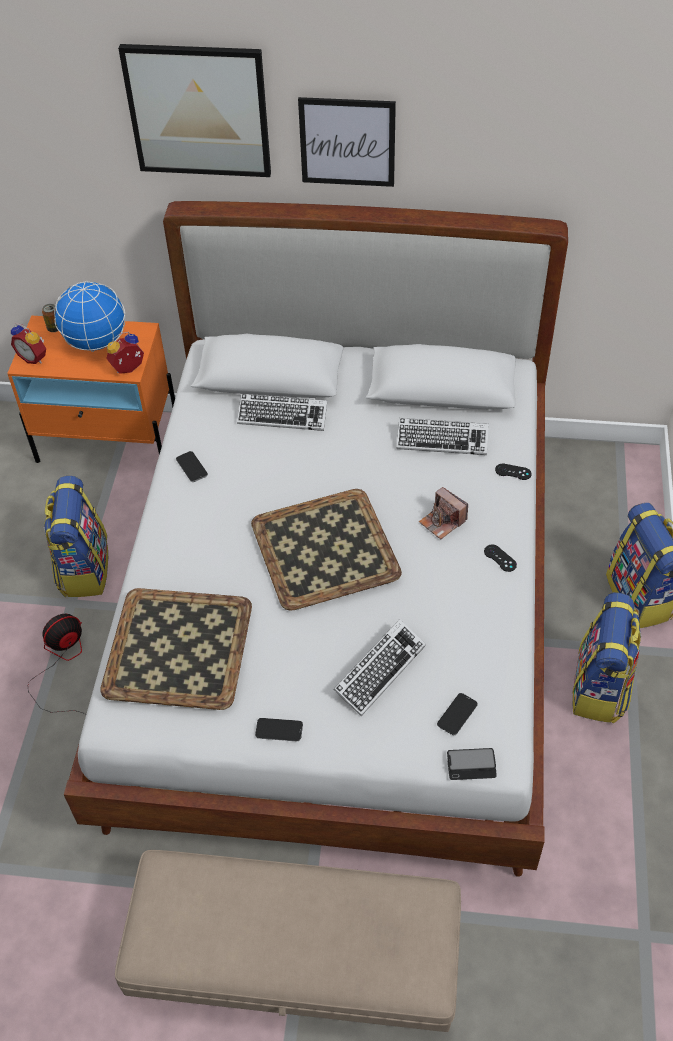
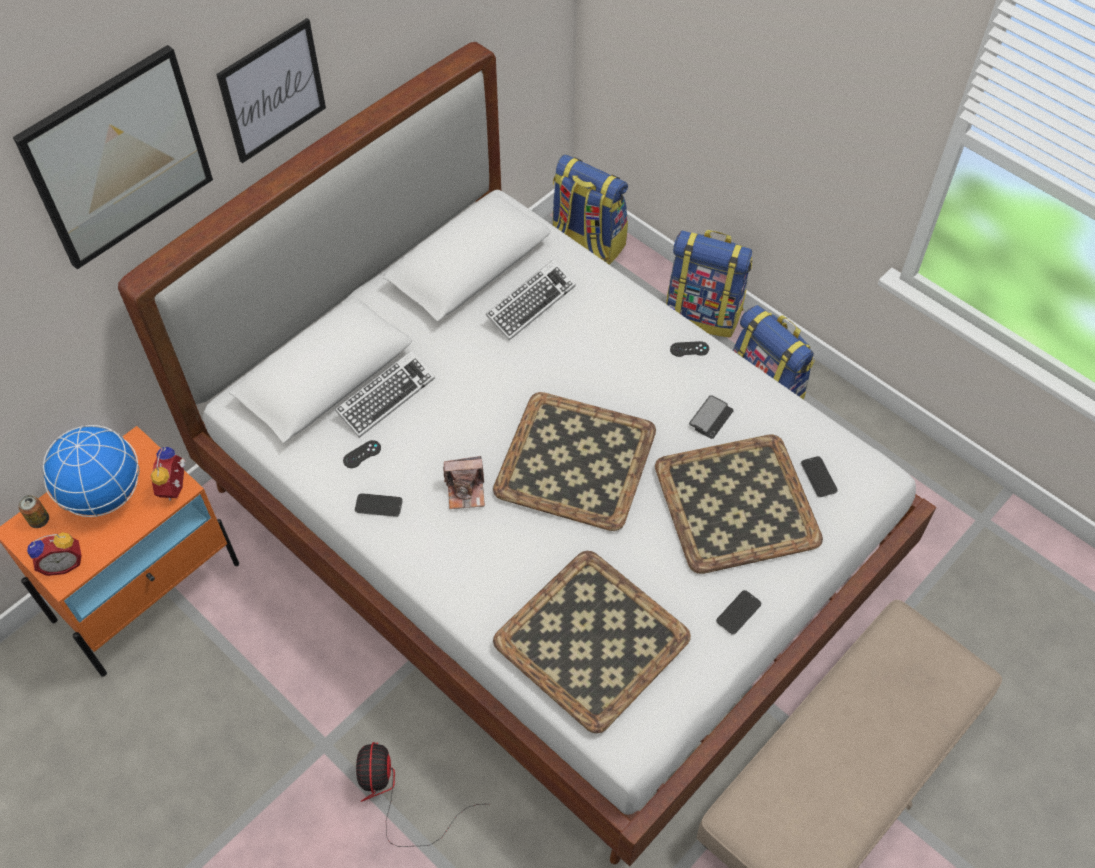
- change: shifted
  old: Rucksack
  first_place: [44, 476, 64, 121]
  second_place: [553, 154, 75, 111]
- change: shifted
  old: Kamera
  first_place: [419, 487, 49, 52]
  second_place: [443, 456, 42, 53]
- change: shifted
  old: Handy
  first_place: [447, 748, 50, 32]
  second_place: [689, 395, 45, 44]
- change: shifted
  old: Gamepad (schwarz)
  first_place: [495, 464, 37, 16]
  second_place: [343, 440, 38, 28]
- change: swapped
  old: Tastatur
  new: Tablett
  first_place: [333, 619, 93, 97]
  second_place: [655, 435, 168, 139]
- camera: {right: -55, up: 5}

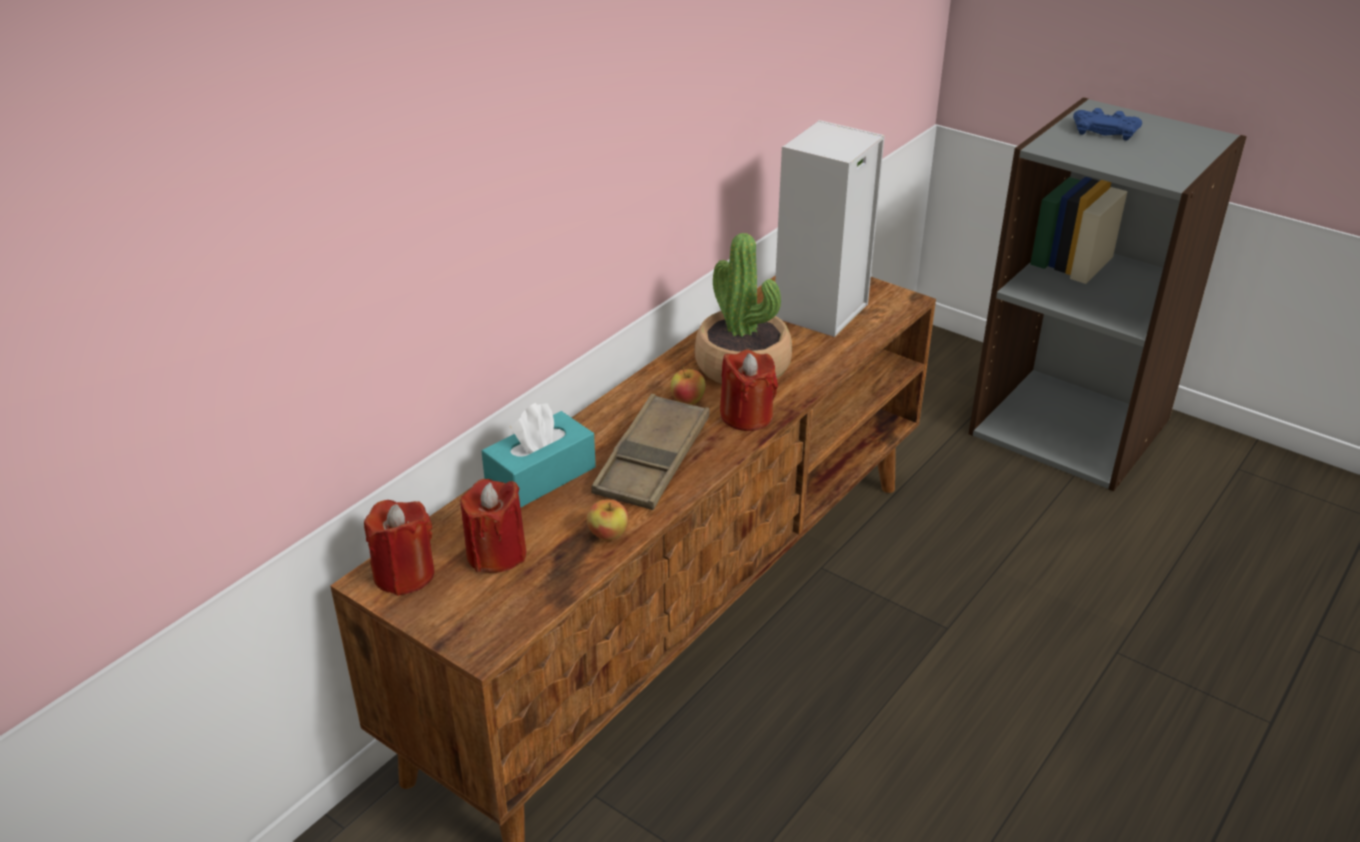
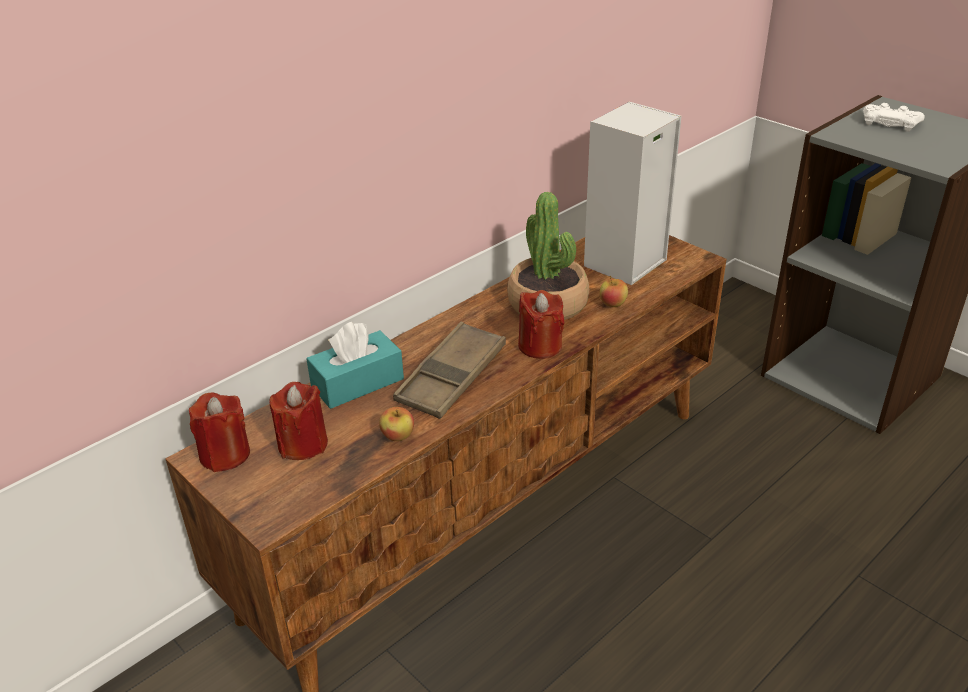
- change: shifted
  old: Apfel
  first_place: [671, 366, 35, 39]
  second_place: [600, 276, 28, 31]
- change: repainted
  old: Gamepad (blau)
  new: Gamepad (weiß)
  first_place: [1073, 108, 69, 33]
  second_place: [863, 103, 62, 29]
- camera: {right: 10, up: 0}

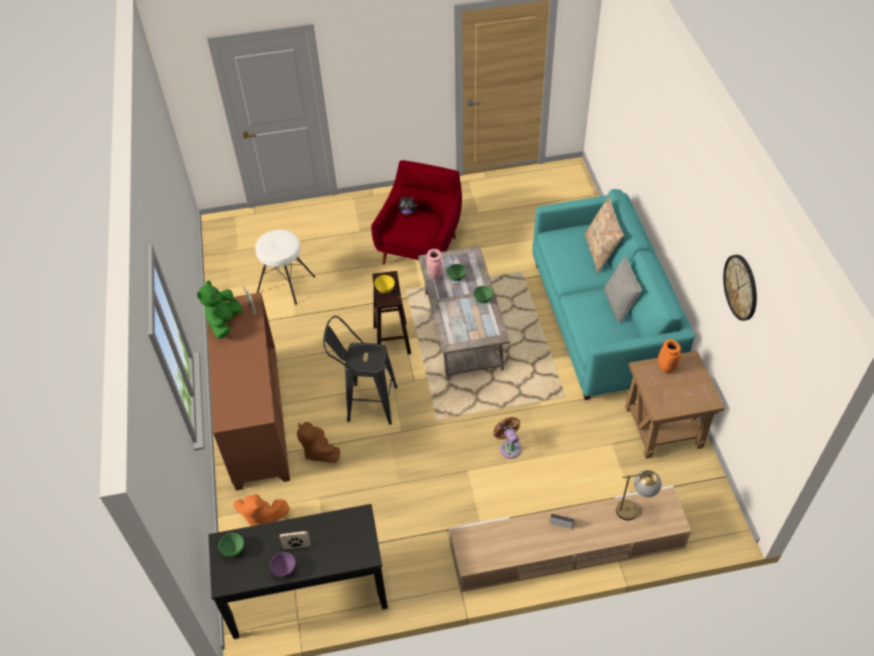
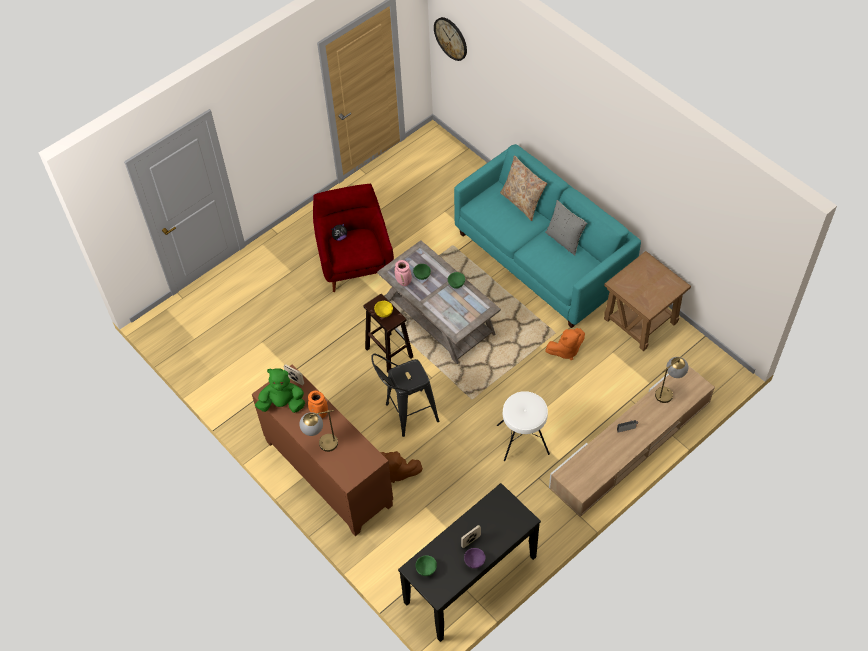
- change: gone
  old: Ventilator (braun)
  first_place: [493, 417, 28, 42]
- change: new
  new: Tischlampe
  second_place: [300, 410, 38, 42]
- change: shifted
  old: Plüschtier (orange)
  first_place: [233, 494, 57, 32]
  second_place: [545, 328, 40, 32]
- change: shifted
  old: Hocker (weiß)
  first_place: [255, 230, 60, 75]
  second_place: [497, 391, 53, 70]
- change: shifted
  old: Vase (orange)
  first_place: [658, 339, 23, 34]
  second_place: [308, 390, 20, 28]
- change: shifted
  old: Wanduhr
  first_place: [723, 255, 34, 66]
  second_place: [434, 17, 33, 44]
- change: rotated
  old: Plüschtier (grün)
  first_place: [197, 281, 45, 58]
  second_place: [255, 368, 50, 45]
  degrees: 105
- camera: {right: -30, up: 5}

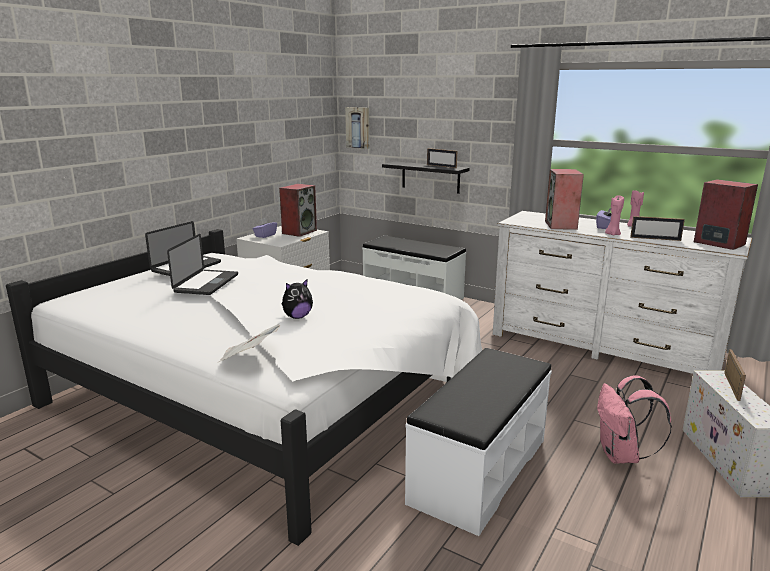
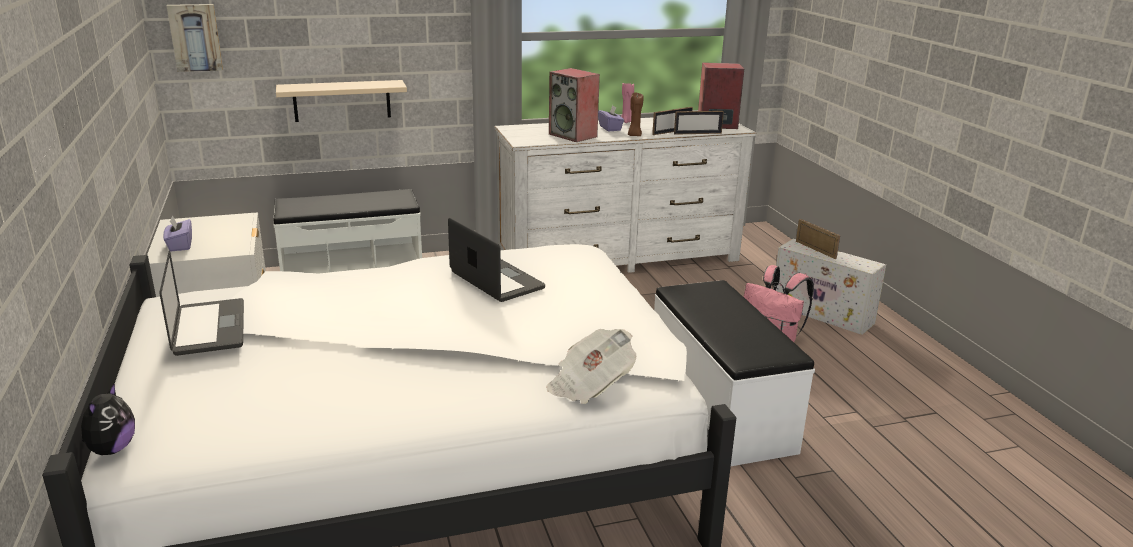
- change: gone
  old: Lautsprecher
  first_place: [279, 184, 38, 53]
- change: shifted
  old: Laptop
  first_place: [167, 234, 71, 61]
  second_place: [448, 218, 97, 84]
- change: shifted
  old: Plüschtier
  first_place: [282, 279, 31, 40]
  second_place: [81, 382, 54, 73]
- change: shifted
  old: Bilderrahmen
  first_place: [427, 148, 30, 20]
  second_place: [674, 111, 50, 24]
- change: repainted
  old: Wandregal (schwarz)
  new: Wandregal (beige)
  first_place: [382, 162, 88, 32]
  second_place: [276, 80, 131, 42]
- change: repainted
  old: Kerze (rosa)
  new: Kerze (braun)
  first_place: [605, 195, 19, 40]
  second_place: [628, 92, 16, 44]
- camera: {right: -50, up: 5}

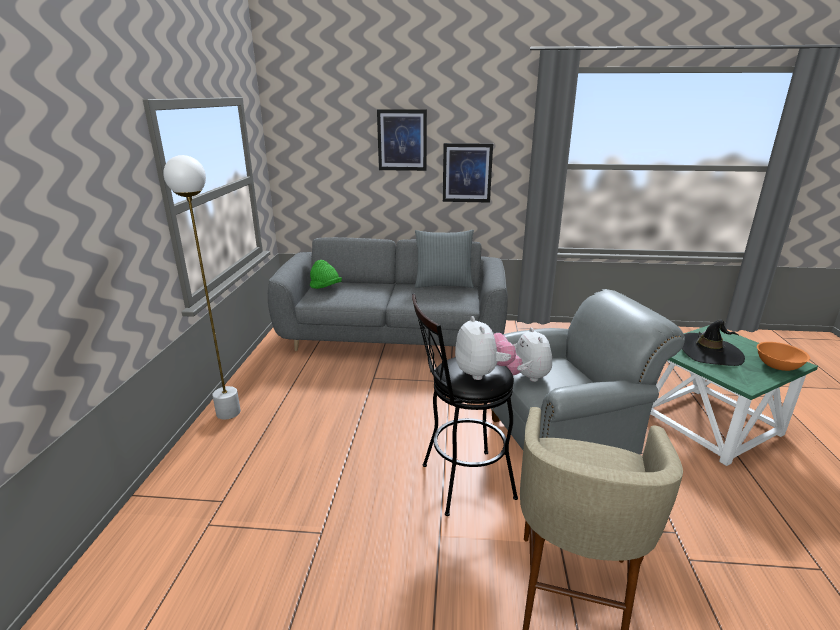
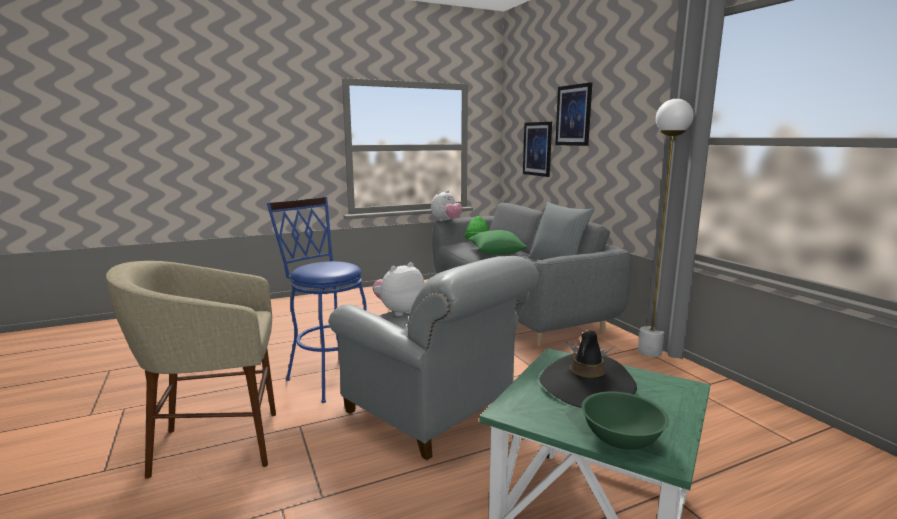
- change: new
  new: Kissen (grün)
  second_place: [469, 230, 58, 25]
- change: shifted
  old: Stehlampe (weiß)
  first_place: [163, 155, 78, 265]
  second_place: [638, 99, 56, 258]
- change: shifted
  old: Bild
  first_place: [443, 143, 50, 60]
  second_place: [523, 122, 29, 55]
- change: shifted
  old: Plüschtier
  first_place: [455, 316, 61, 64]
  second_place: [431, 190, 32, 31]
- change: repainted
  old: Hocker (schwarz)
  new: Hocker (blau)
  first_place: [412, 293, 106, 223]
  second_place: [267, 197, 100, 206]
- change: repainted
  old: Schüssel (orange)
  new: Schüssel (grün)
  first_place: [757, 342, 53, 29]
  second_place: [582, 392, 87, 58]
- camera: {right: 60, up: -10}

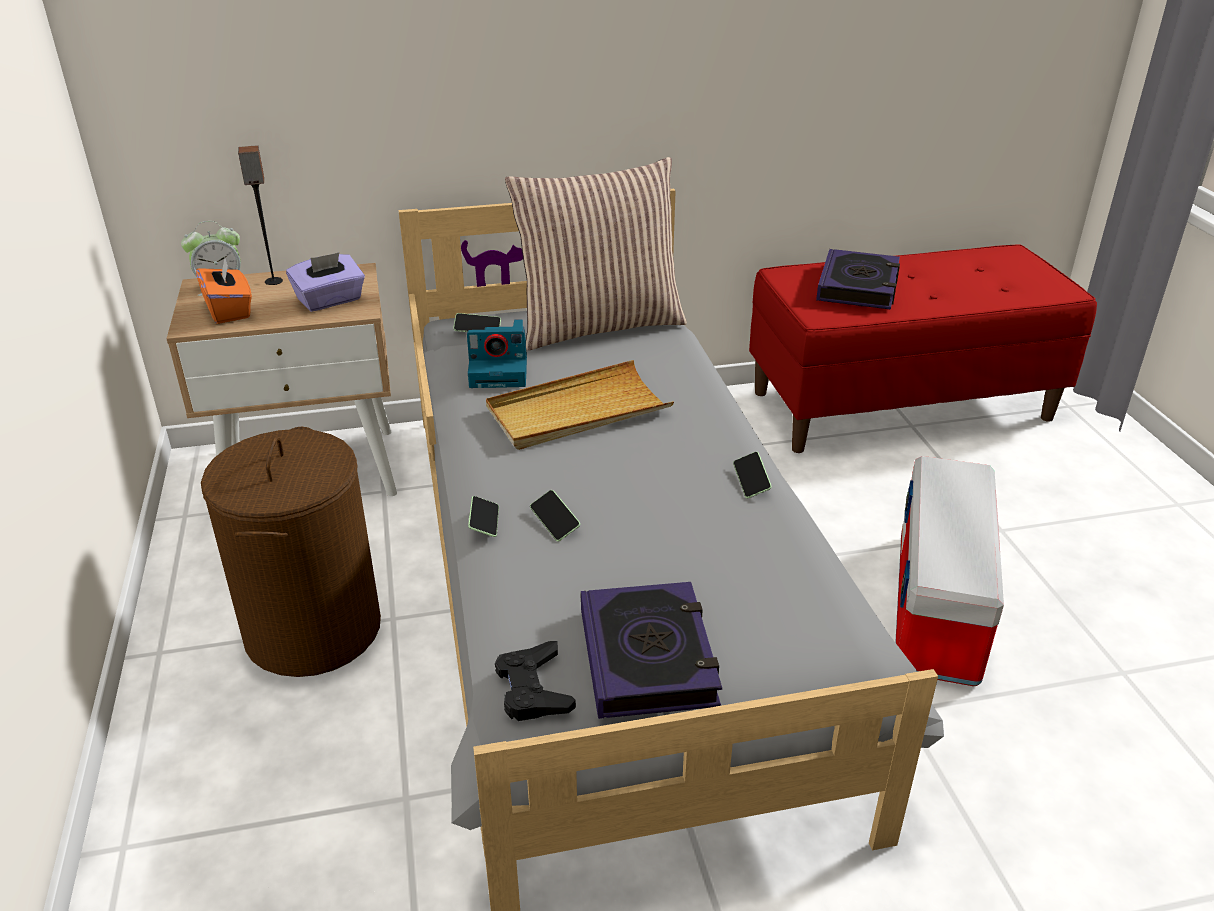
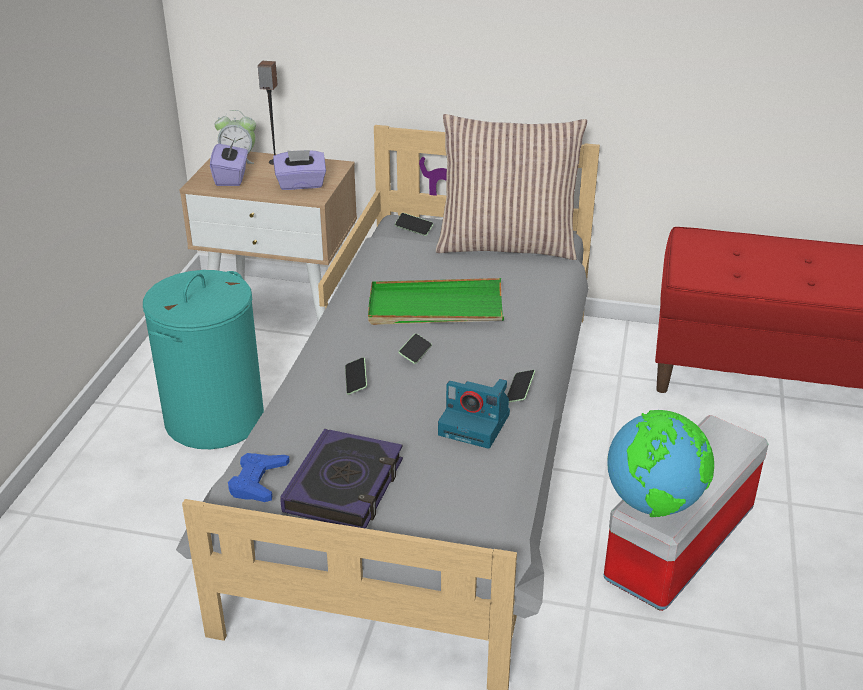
- change: gone
  old: Buch
  first_place: [816, 249, 84, 60]
- change: new
  new: Globus
  second_place: [607, 410, 107, 107]
- change: shifted
  old: Kamera
  first_place: [467, 319, 60, 69]
  second_place: [438, 379, 72, 70]
- change: shifted
  old: Handy
  first_place: [468, 496, 31, 41]
  second_place: [398, 333, 34, 31]
- change: repainted
  old: Taschentuchbox (orange)
  new: Taschentuchbox (lila)
  first_place: [196, 258, 56, 66]
  second_place: [210, 138, 38, 48]
- change: repainted
  old: Wäschekorb (braun)
  new: Wäschekorb (türkis)
  first_place: [201, 427, 180, 250]
  second_place: [143, 270, 121, 179]
- change: repainted
  old: Tablett (beige)
  new: Tablett (grün)
  first_place: [486, 360, 188, 90]
  second_place: [368, 278, 136, 47]
- change: repainted
  old: Gamepad (schwarz)
  new: Gamepad (blau)
  first_place: [495, 641, 81, 80]
  second_place: [228, 453, 62, 49]
- camera: {right: 25, up: 0}

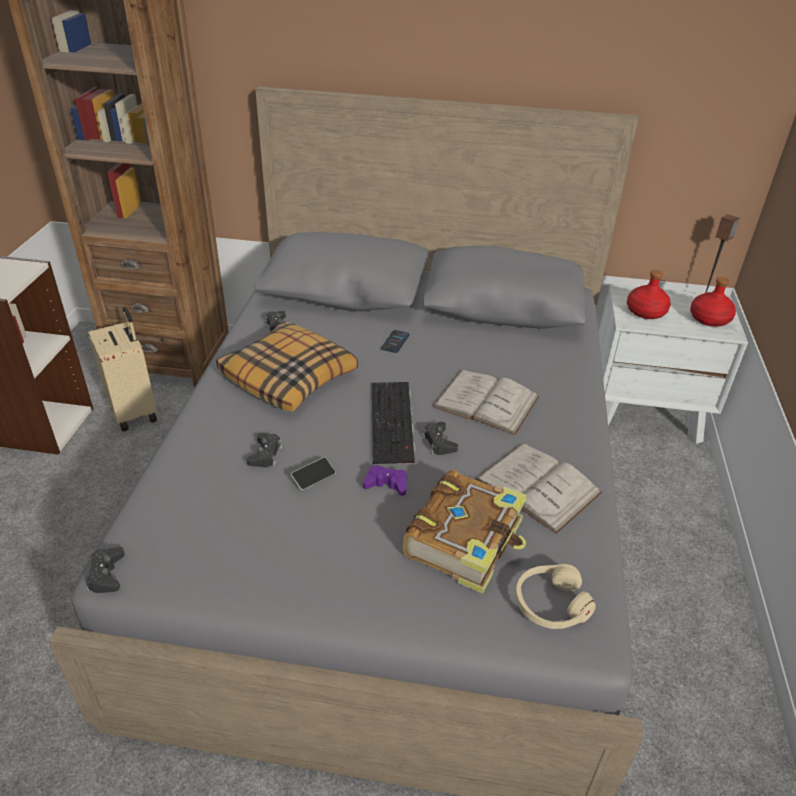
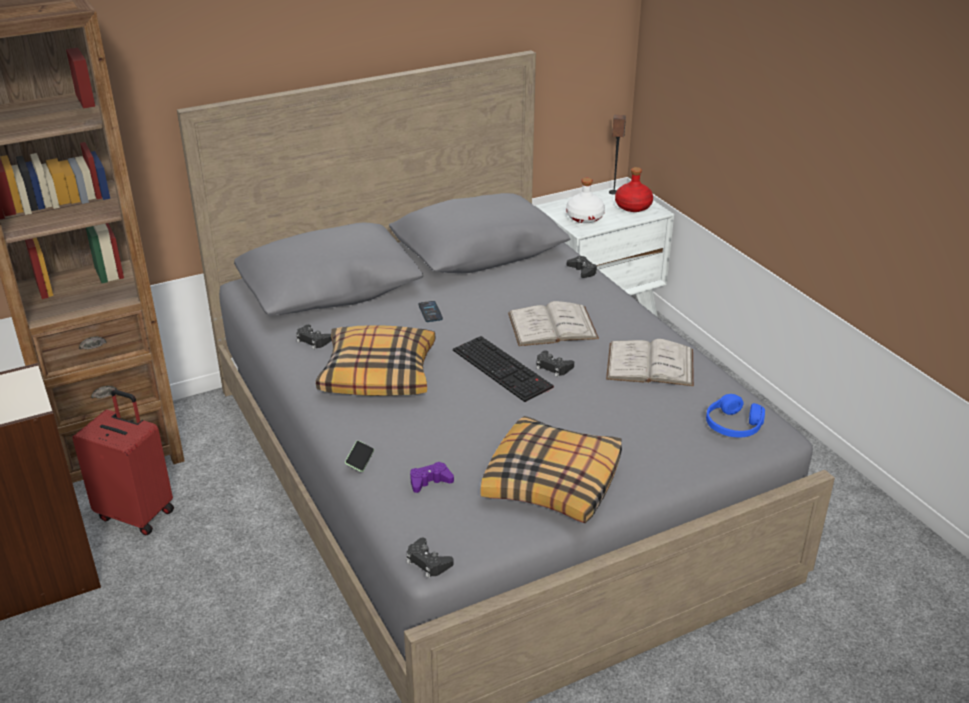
- change: gone
  old: Buch
  first_place: [403, 470, 124, 124]
- change: new
  new: Kissen
  second_place: [480, 416, 142, 107]
- change: shifted
  old: Gamepad (schwarz)
  first_place: [247, 433, 35, 34]
  second_place: [567, 256, 30, 22]
- change: shifted
  old: Handy
  first_place: [291, 457, 45, 33]
  second_place: [345, 441, 29, 31]
- change: shifted
  old: Gamepad (lila)
  first_place: [363, 465, 44, 31]
  second_place: [410, 462, 44, 31]
- change: repainted
  old: Koffer (beige)
  new: Koffer (rot)
  first_place: [88, 307, 69, 124]
  second_place: [72, 390, 102, 145]
- change: repainted
  old: Kopfhörer (beige)
  new: Kopfhörer (blau)
  first_place: [515, 564, 81, 65]
  second_place: [706, 394, 59, 44]
- change: repainted
  old: Flasche (rot)
  new: Flasche (weiß)
  first_place: [627, 270, 44, 49]
  second_place: [566, 178, 39, 45]
- camera: {right: -35, up: -5}

